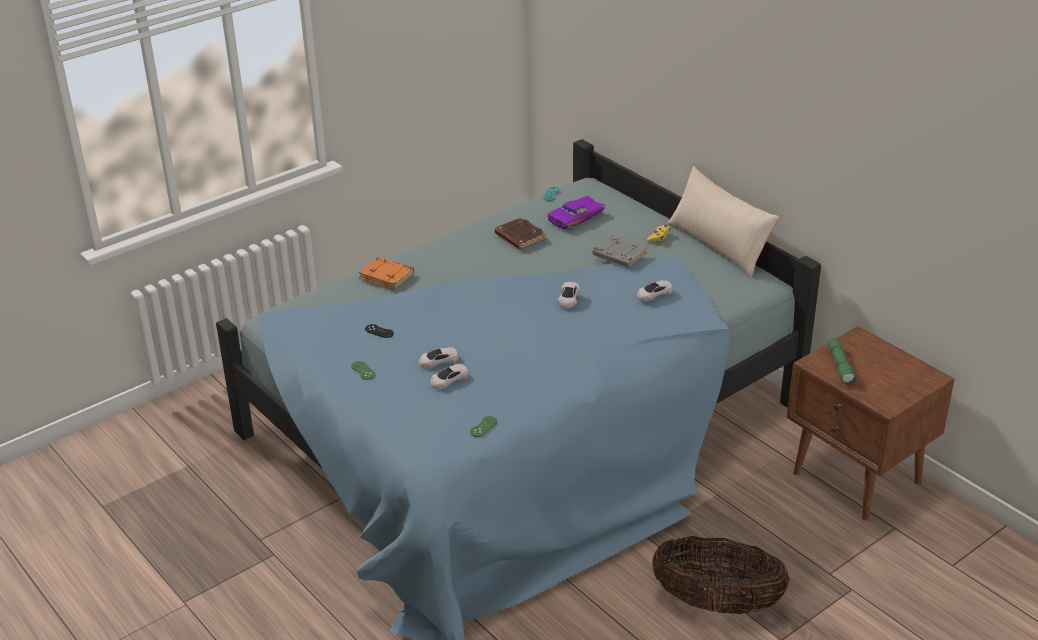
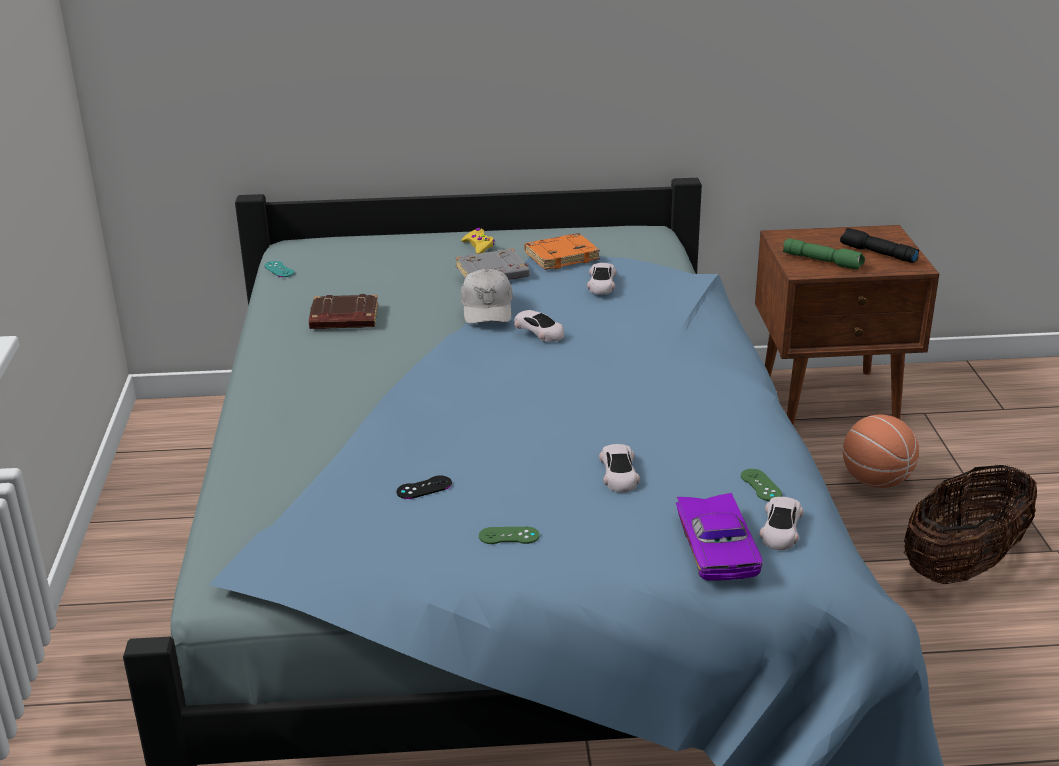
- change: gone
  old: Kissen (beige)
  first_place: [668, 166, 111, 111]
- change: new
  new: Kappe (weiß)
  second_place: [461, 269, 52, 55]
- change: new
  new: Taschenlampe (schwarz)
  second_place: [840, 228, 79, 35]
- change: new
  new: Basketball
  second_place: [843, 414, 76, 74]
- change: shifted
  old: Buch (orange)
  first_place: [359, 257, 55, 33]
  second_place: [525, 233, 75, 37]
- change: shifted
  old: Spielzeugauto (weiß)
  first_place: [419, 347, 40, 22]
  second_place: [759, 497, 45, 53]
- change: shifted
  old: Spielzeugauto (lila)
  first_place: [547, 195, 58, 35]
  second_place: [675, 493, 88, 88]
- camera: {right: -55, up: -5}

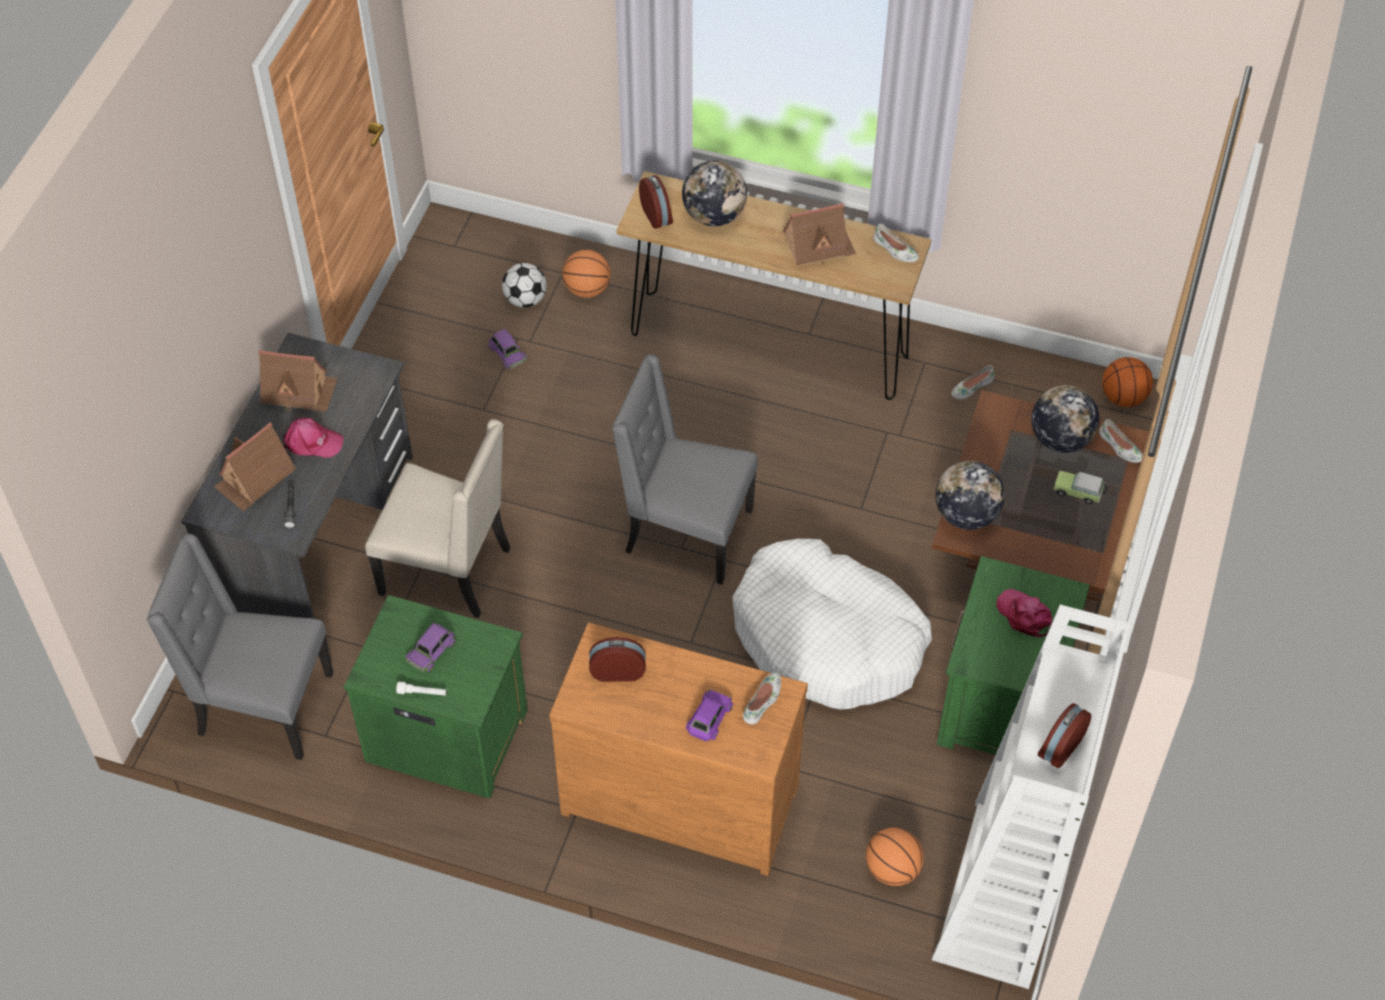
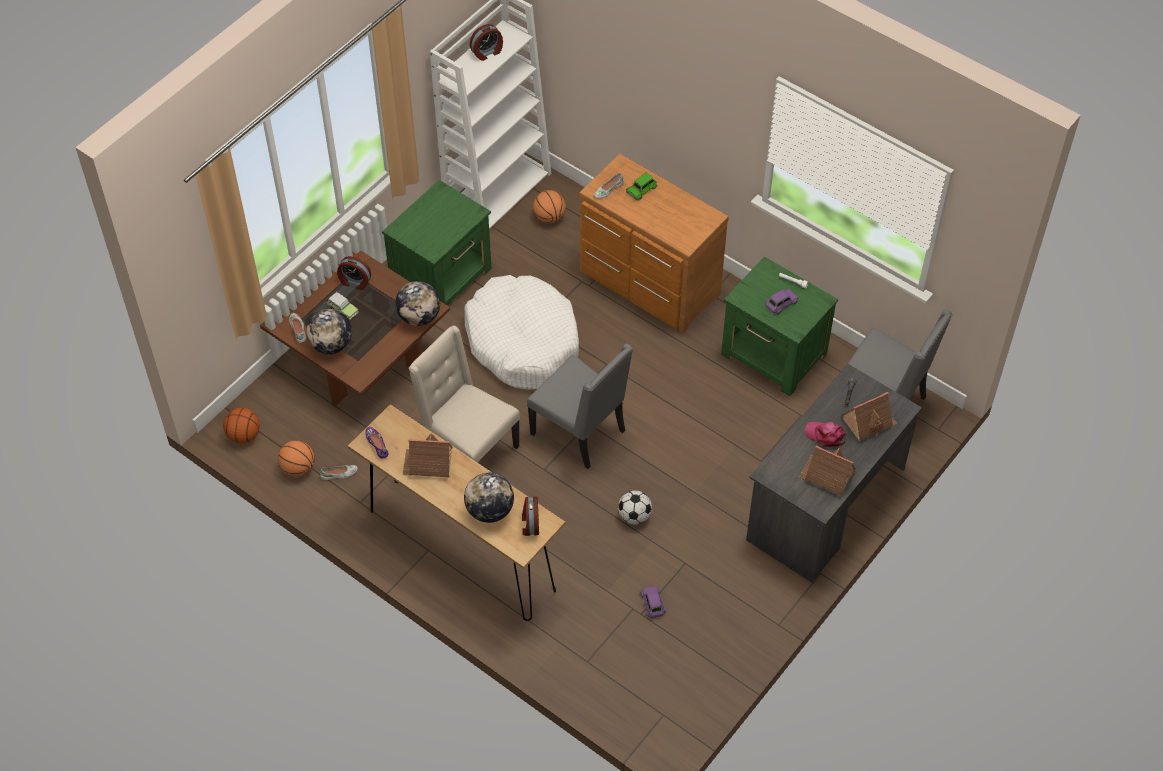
- change: gone
  old: Kappe (rosa)
  first_place: [996, 589, 56, 49]
- change: shifted
  old: Stuhl (beige)
  first_place: [365, 419, 145, 199]
  second_place: [409, 325, 111, 138]
- change: shifted
  old: Fußball
  first_place: [502, 263, 45, 45]
  second_place: [618, 490, 34, 34]
- change: shifted
  old: Basketball
  first_place: [562, 250, 49, 48]
  second_place: [278, 440, 37, 37]
- change: shifted
  old: Wecker
  first_place: [589, 637, 57, 45]
  second_place: [337, 256, 34, 34]
- change: repainted
  old: Spielzeugauto (lila)
  new: Spielzeugauto (grün)
  first_place: [686, 689, 48, 52]
  second_place: [626, 173, 31, 27]
- change: repainted
  old: Schuh (weiß)
  new: Schuh (lila)
  first_place: [873, 224, 46, 38]
  second_place: [365, 427, 23, 32]
- camera: {right: -160, up: 0}

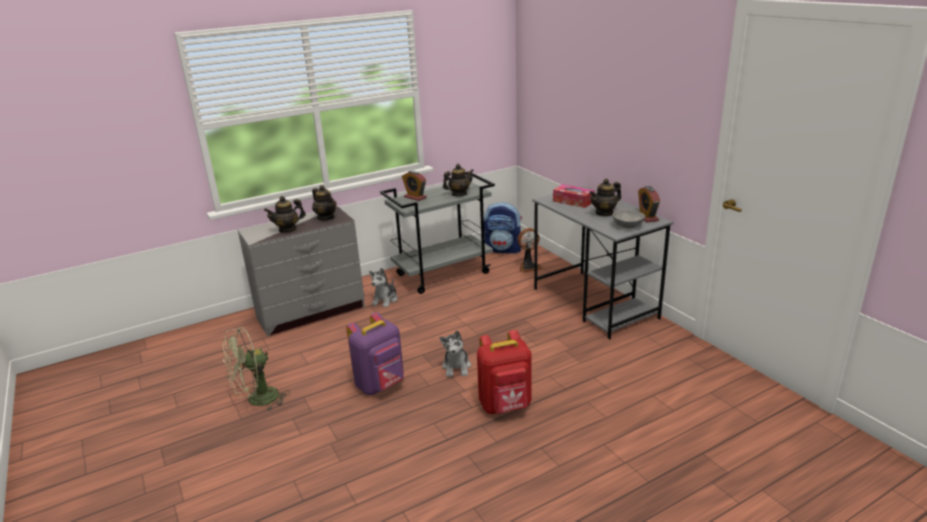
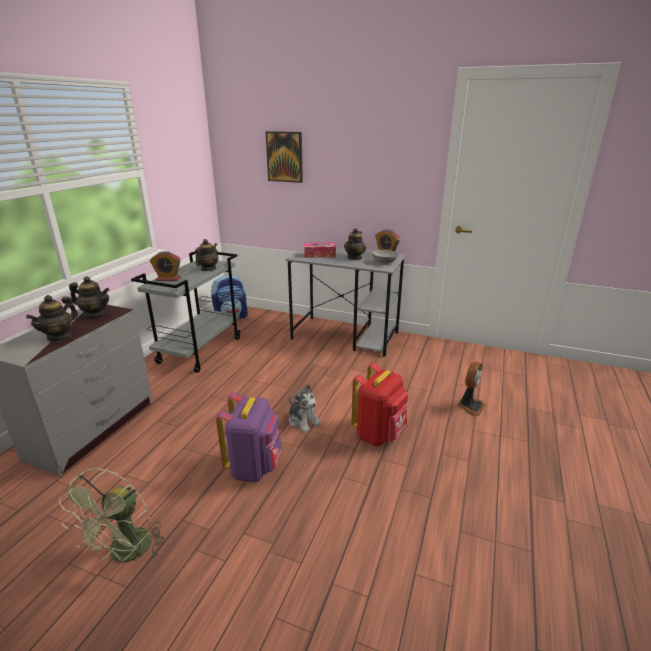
- change: gone
  old: Plüschtier
  first_place: [369, 268, 29, 40]
- change: new
  new: Bild
  second_place: [265, 131, 38, 52]
- change: shifted
  old: Ventilator
  first_place: [518, 228, 24, 45]
  second_place: [457, 361, 28, 55]
- camera: {right: -40, up: 0}

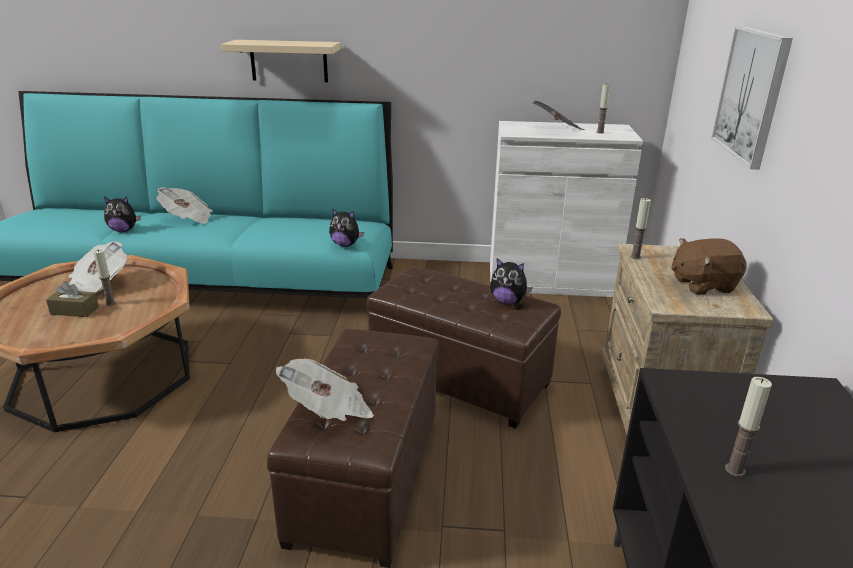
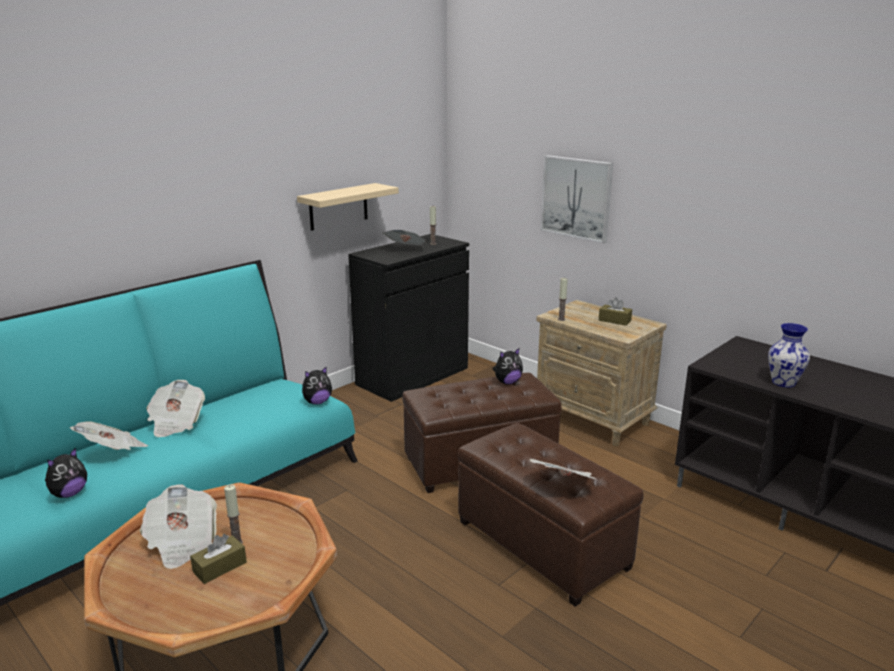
- change: new
  new: Zeitung
  second_place: [146, 380, 59, 57]
- change: shifted
  old: Wandregal (beige)
  first_place: [221, 40, 120, 42]
  second_place: [297, 183, 102, 48]
- change: swapped
  old: Plüschtier (braun)
  new: Taschentuchbox (braun)
  first_place: [671, 238, 76, 57]
  second_place: [599, 298, 33, 28]
- change: swapped
  old: Kerze
  new: Vase
  first_place: [725, 377, 47, 100]
  second_place: [768, 323, 42, 65]
- change: repainted
  old: Schrank (weiß)
  new: Schrank (schwarz)
  first_place: [490, 121, 153, 176]
  second_place: [348, 234, 121, 168]
- camera: {right: -50, up: -5}

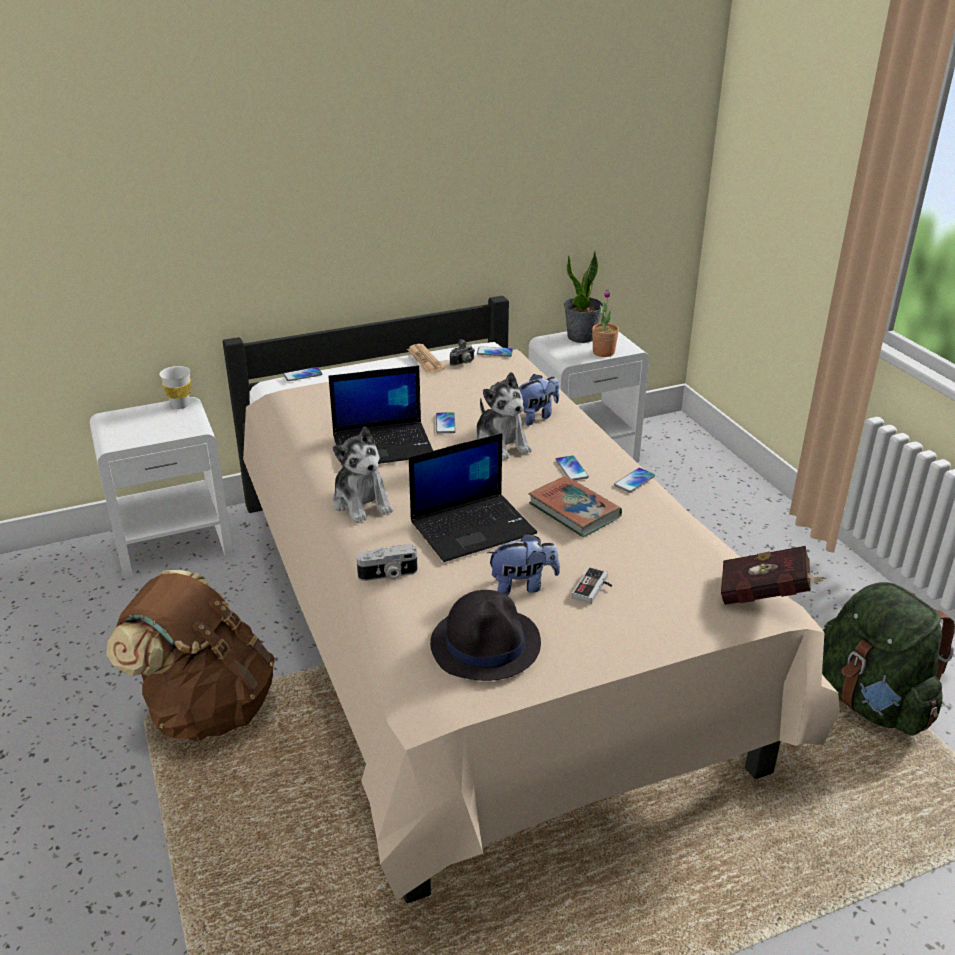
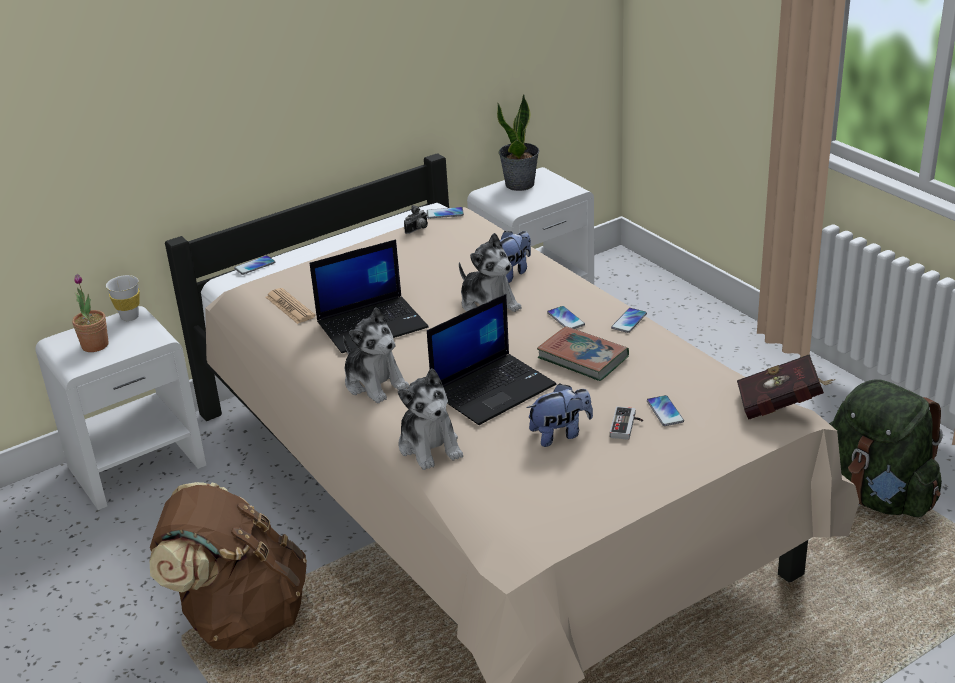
- change: gone
  old: Hut (schwarz)
  first_place: [430, 590, 111, 91]
- change: shifted
  old: Zeitung
  first_place: [407, 344, 38, 29]
  second_place: [266, 288, 50, 36]
- change: shifted
  old: Handy
  first_place: [436, 412, 20, 21]
  second_place: [647, 395, 37, 31]
- change: shifted
  old: Topfpflanze
  first_place: [592, 289, 27, 68]
  second_place: [72, 274, 37, 78]
- change: swapped
  old: Kamera
  new: Plüschtier
  first_place: [357, 544, 61, 37]
  second_place: [398, 368, 65, 102]
- camera: {right: -10, up: 0}

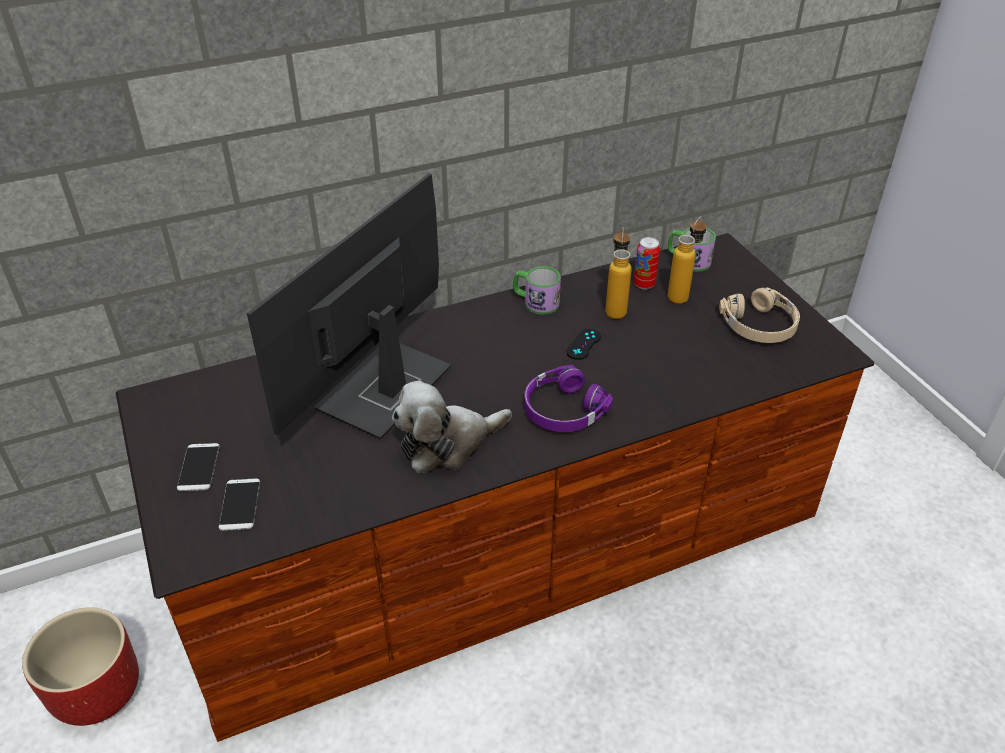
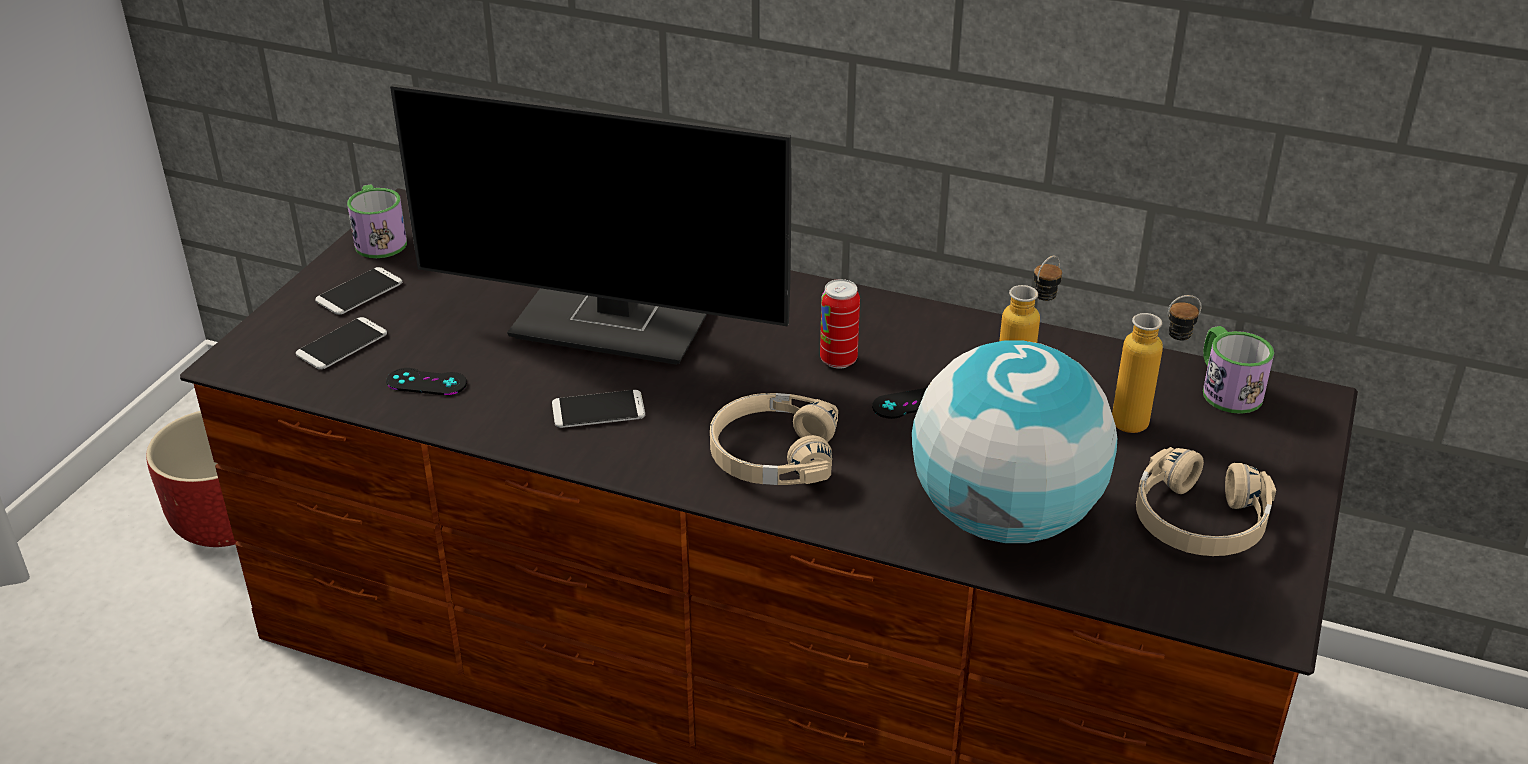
- change: new
  new: Gamepad (schwarz)
  second_place: [386, 368, 81, 27]
- change: new
  new: Globus
  second_place: [912, 340, 205, 203]
- change: shifted
  old: Henkelbecher
  first_place: [513, 266, 48, 48]
  second_place: [347, 184, 60, 74]
- change: shifted
  old: Dose
  first_place: [634, 237, 26, 53]
  second_place: [820, 279, 40, 90]
- change: swapped
  old: Plüschtier
  new: Handy
  first_place: [392, 381, 120, 92]
  second_place: [552, 390, 93, 38]
- change: repainted
  old: Kopfhörer (lila)
  new: Kopfhörer (beige)
  first_place: [524, 365, 89, 67]
  second_place: [710, 393, 128, 92]
- change: rotated
  old: Monitor
  first_place: [247, 173, 204, 266]
  second_place: [390, 84, 402, 281]
  degrees: -150
- camera: {right: 45, up: -5}

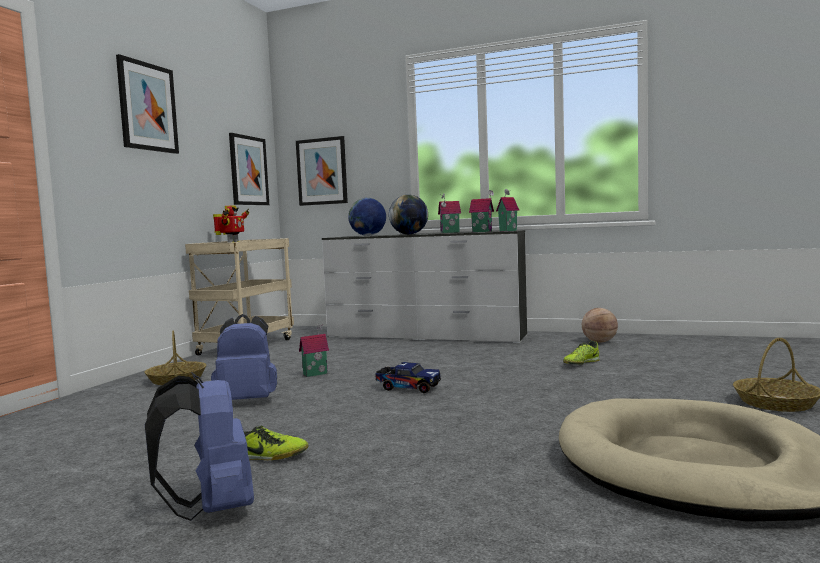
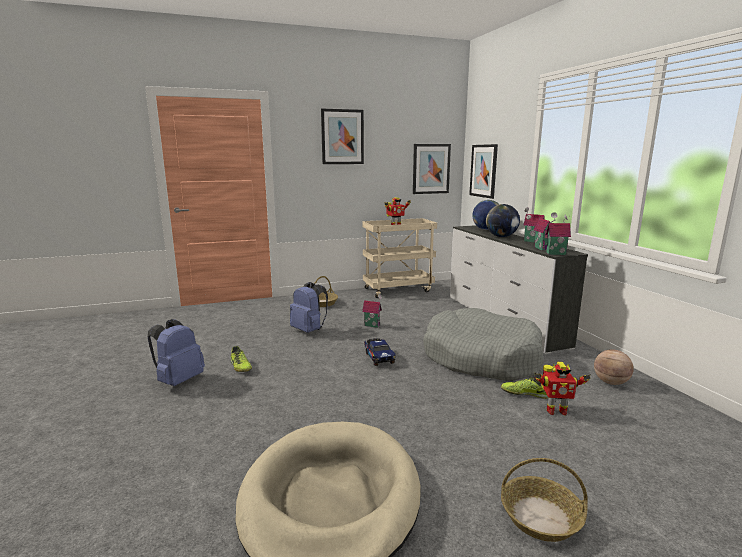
- change: new
  new: Hundebett (grau)
  second_place: [423, 308, 120, 74]
- change: new
  new: Spielzeugroboter
  second_place: [534, 362, 57, 53]
- camera: {right: 50, up: 10}

